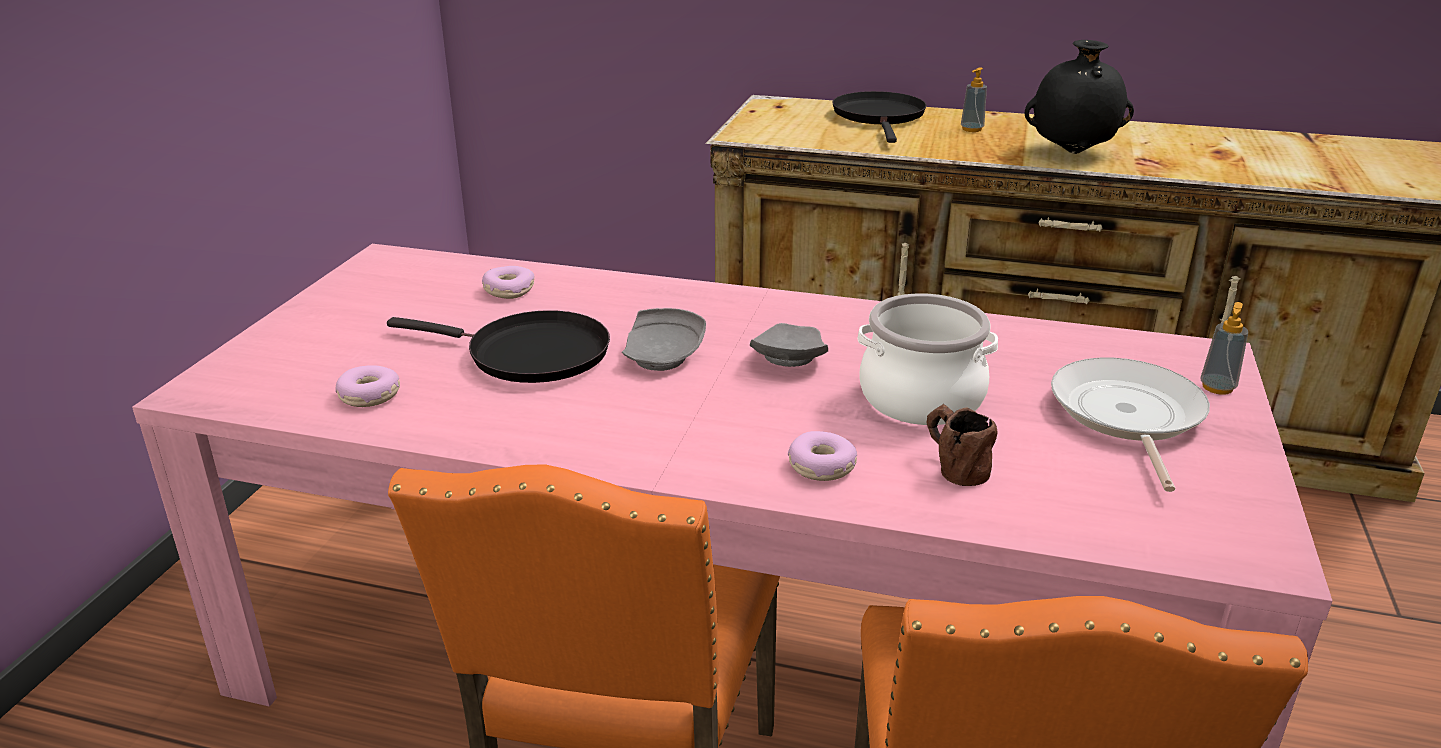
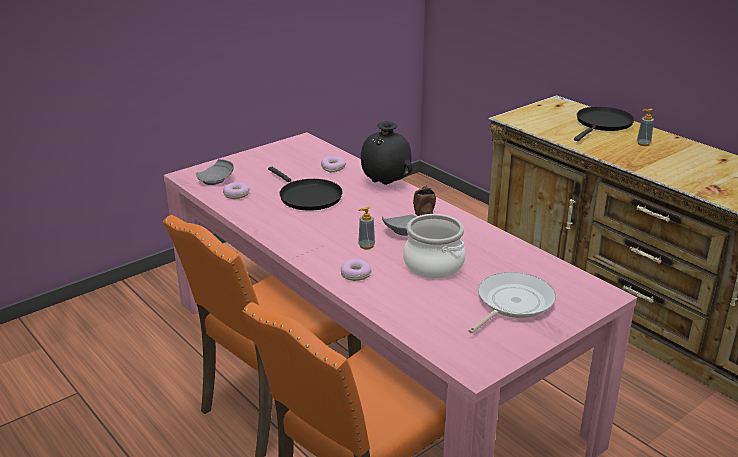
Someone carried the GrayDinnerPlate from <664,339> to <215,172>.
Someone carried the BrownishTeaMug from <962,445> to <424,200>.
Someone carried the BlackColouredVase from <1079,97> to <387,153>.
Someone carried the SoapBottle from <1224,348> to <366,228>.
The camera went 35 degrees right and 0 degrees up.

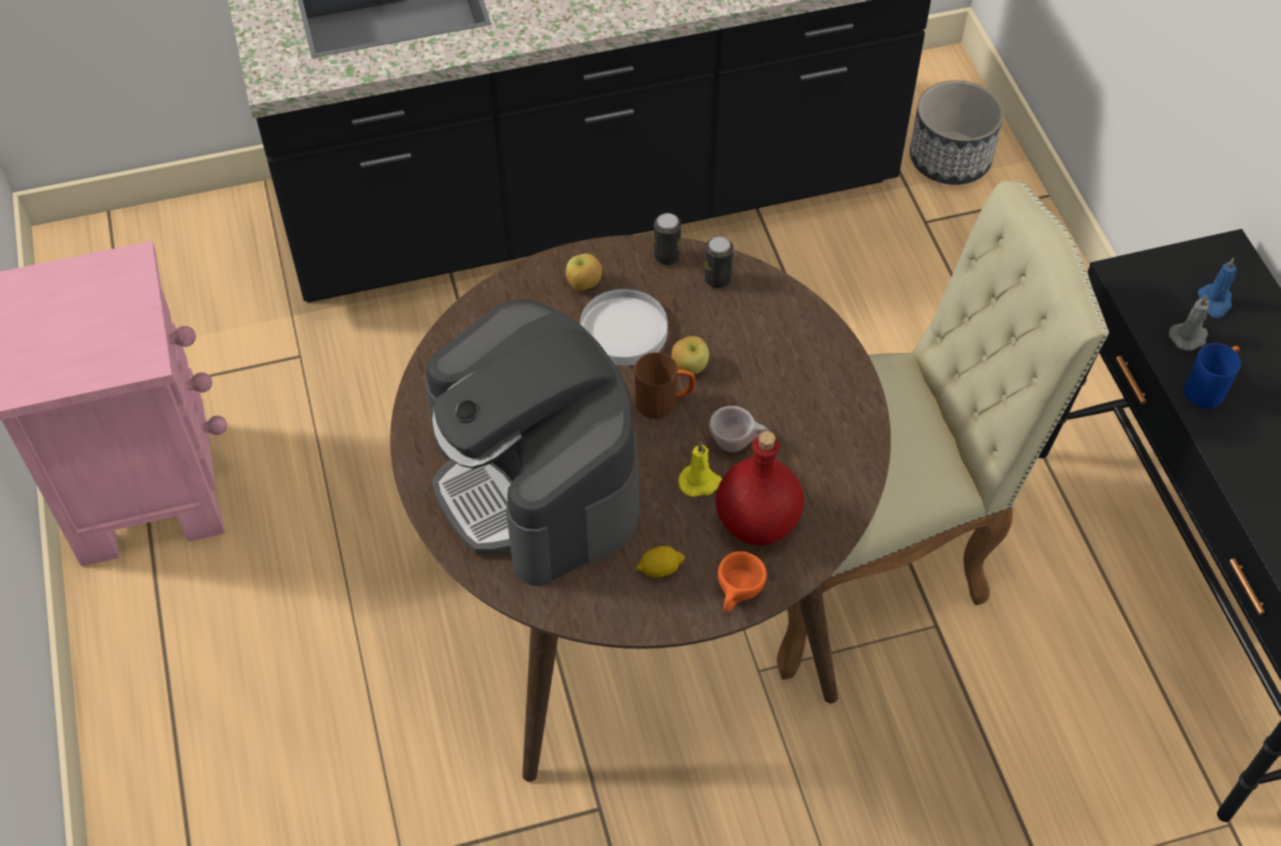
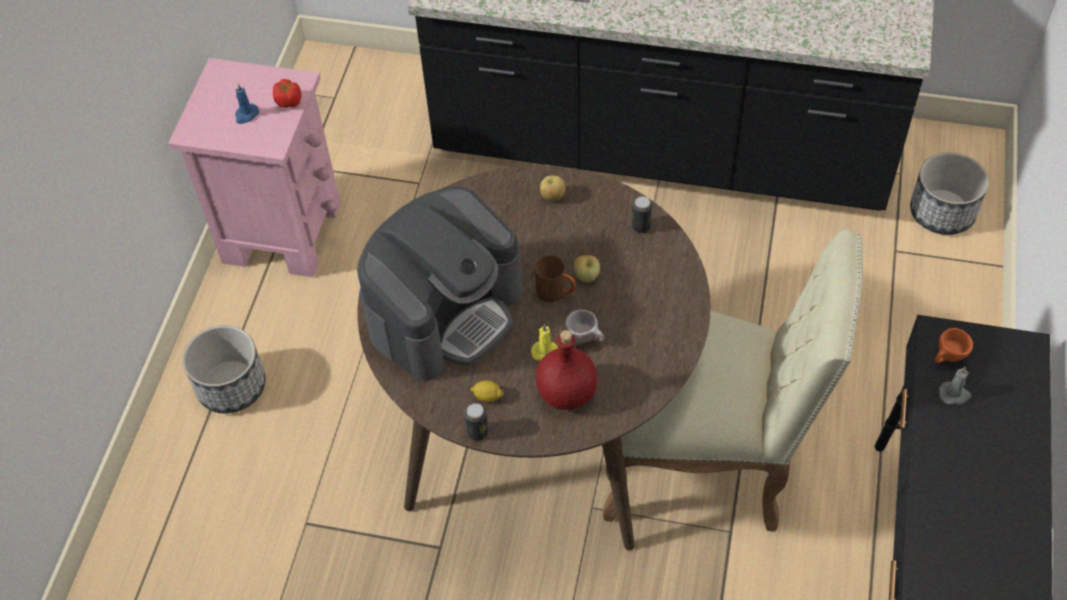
Someone rotated the CoffeeMachine at <532,442> by 135 degrees counterclockwise.
Someone took away the WhiteDinnerPlate at <624,327>.
Someone carried the MetalCan from <667,239> to <476,422>.
Someone carried the OrangeColouredDrinkingCup from <742,581> to <954,345>.
Someone took away the BlueColouredTeaMug at <1212,376>.
Someone carried the BlueColouredWaxLight from <1217,288> to <247,104>.
Someone put down the PlantPot at <224,369>.
Someone put down the Tomato at <287,93>.
The camera went 30 degrees right and 0 degrees up.

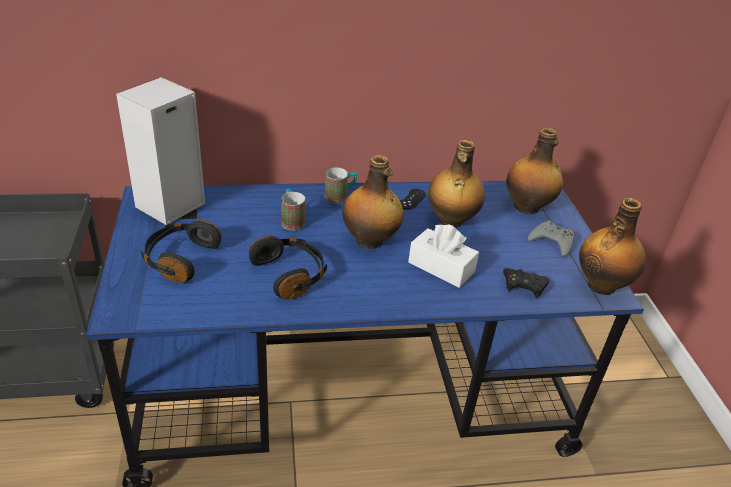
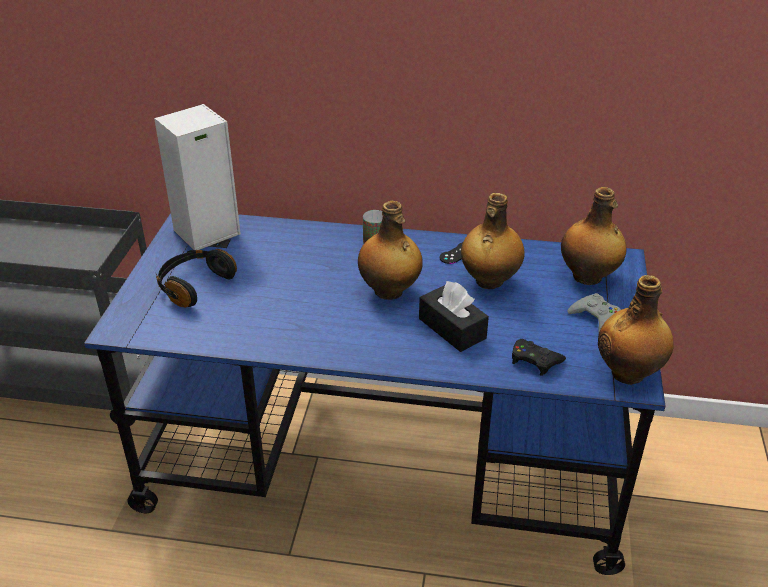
Someone took away the BlackColouredPairOfHeadphones at <288,268>.
Someone took away the TeaMug at <293,210>.
Someone repainted the WhiteTissueBox at <443,256>, which became the BlackColouredTissueBox at <454,316>.
The camera went 20 degrees right and 0 degrees up.

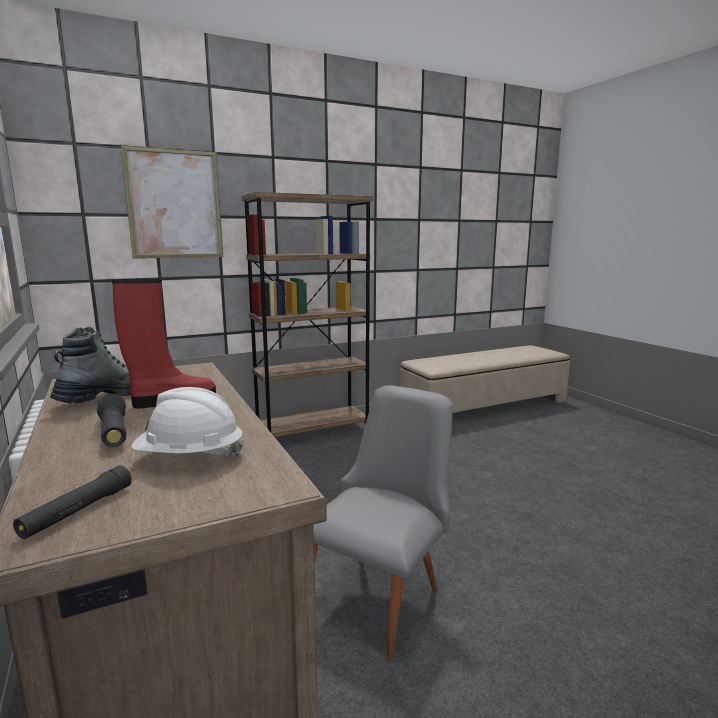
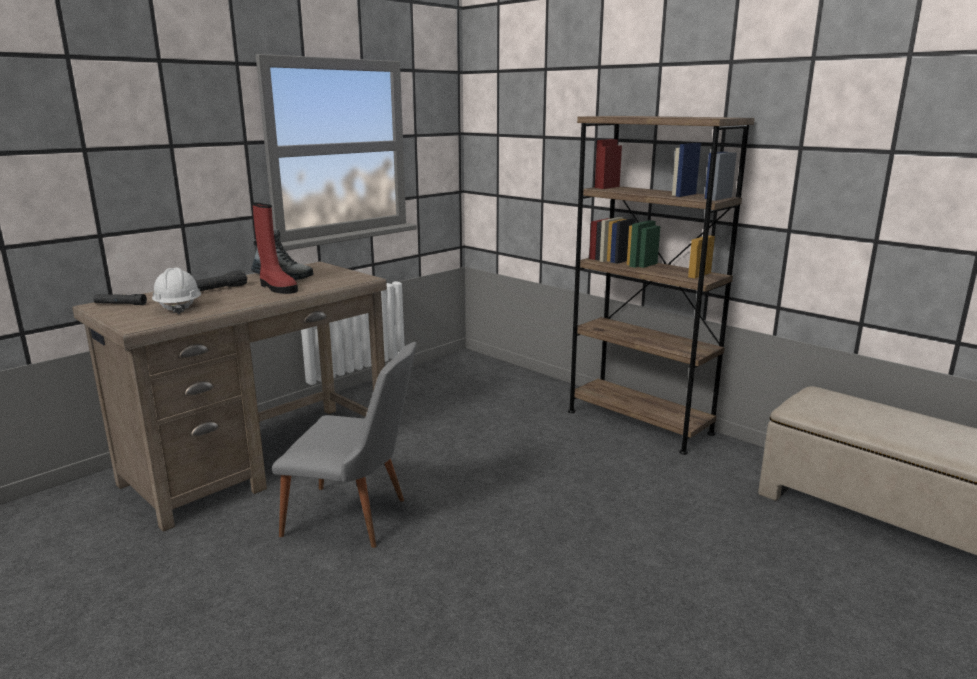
Someone took away the Picture at <172,202>.
The camera went 70 degrees right and 5 degrees up.

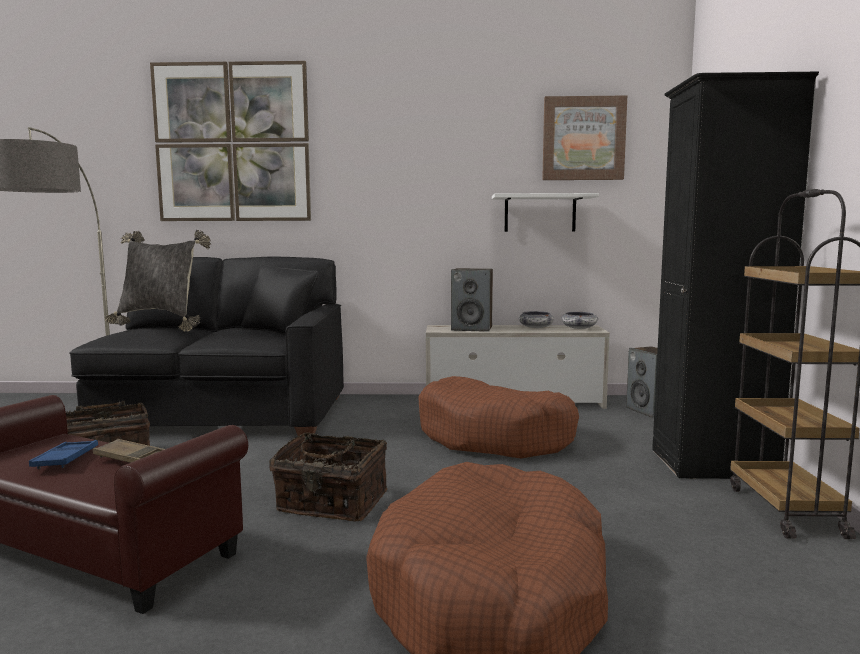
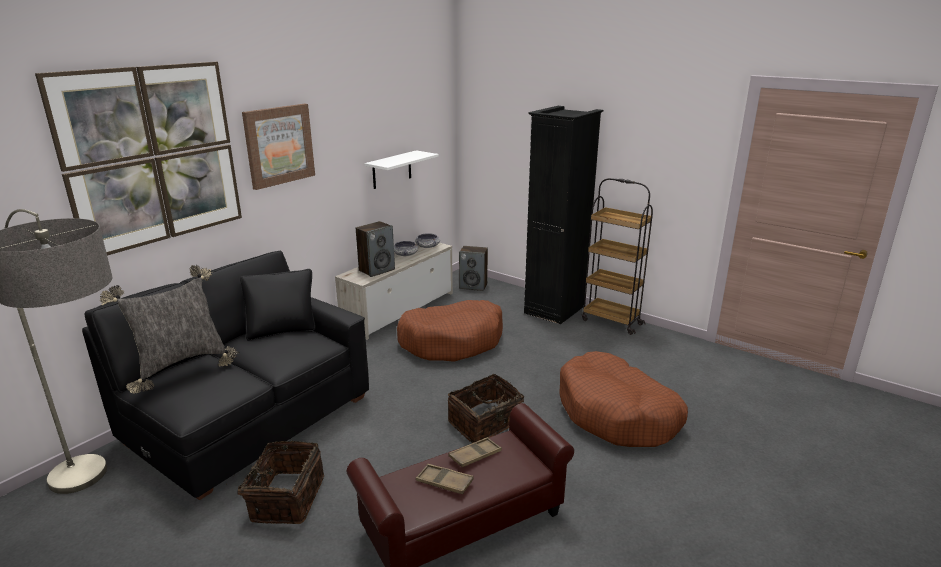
Someone repainted the BlueColouredServingTray at <63,454>, which became the BrownishServingTray at <445,479>.
Someone carried the Picture from <584,138> to <278,147>.
The camera went 55 degrees left and 15 degrees up.

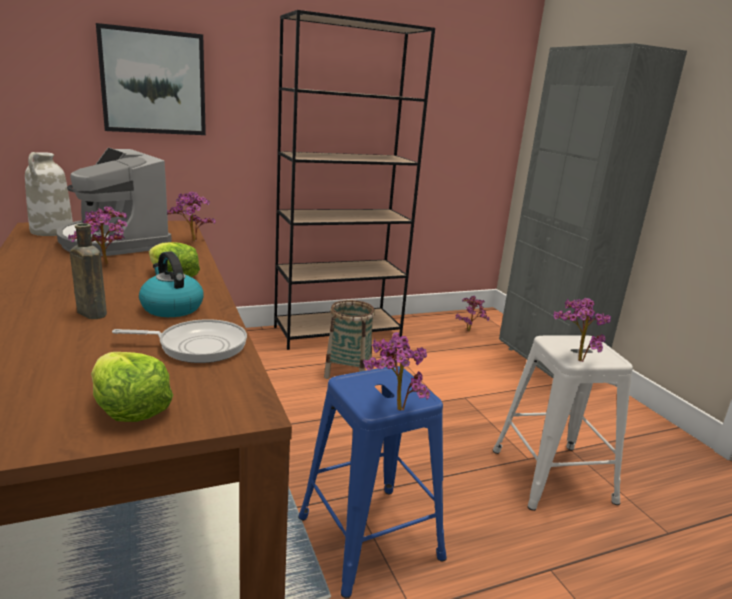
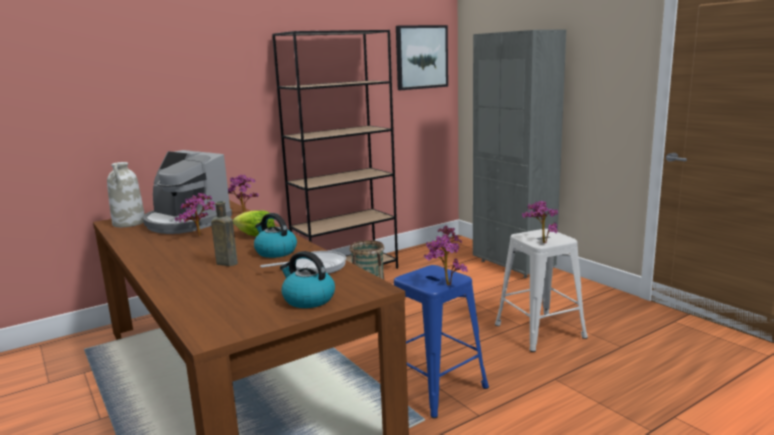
Someone swapped the LettuceHead at <132,387> for the WaterKettle at <307,279>.
Someone carried the Picture from <151,79> to <422,57>.
The camera went 10 degrees left and 5 degrees down.

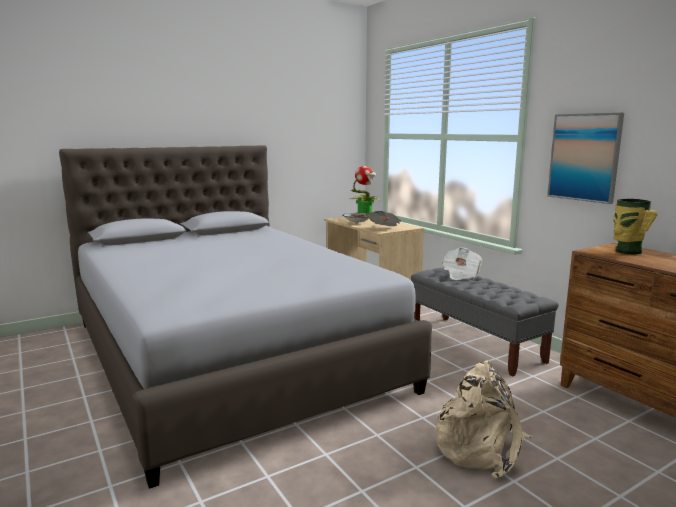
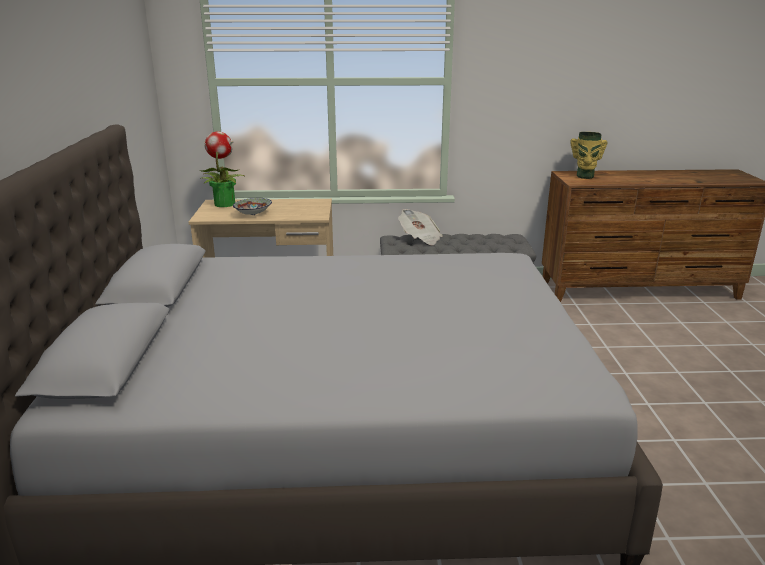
Someone took away the DailyPaper at <383,218>.
Someone took away the BeigeColouredBackpack at <484,420>.
Someone took away the Picture at <585,158>.
The camera went 60 degrees left and 10 degrees up.

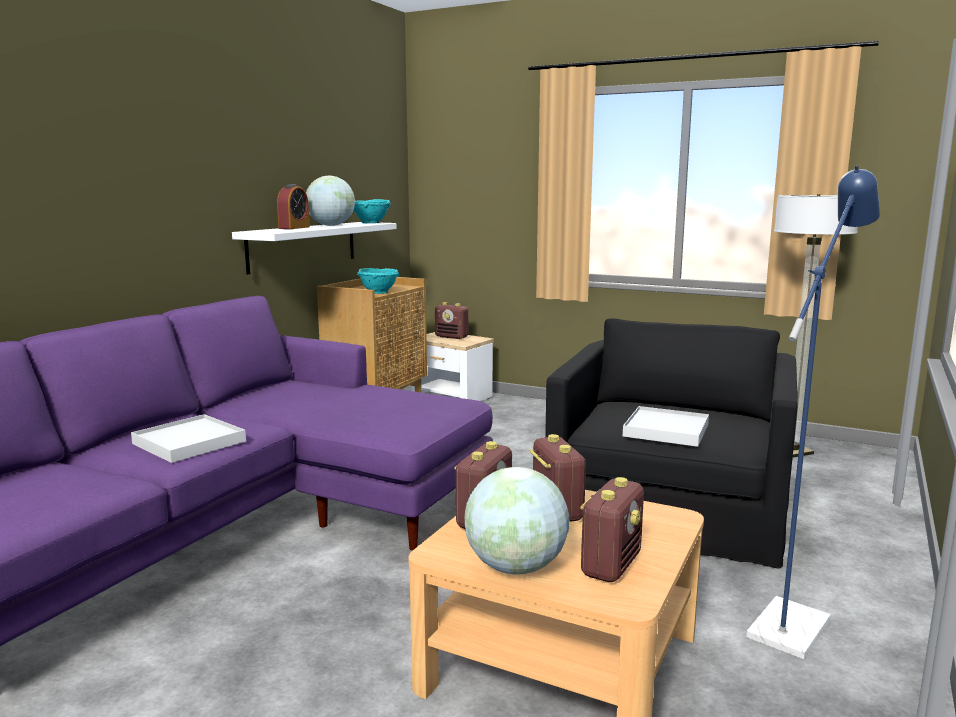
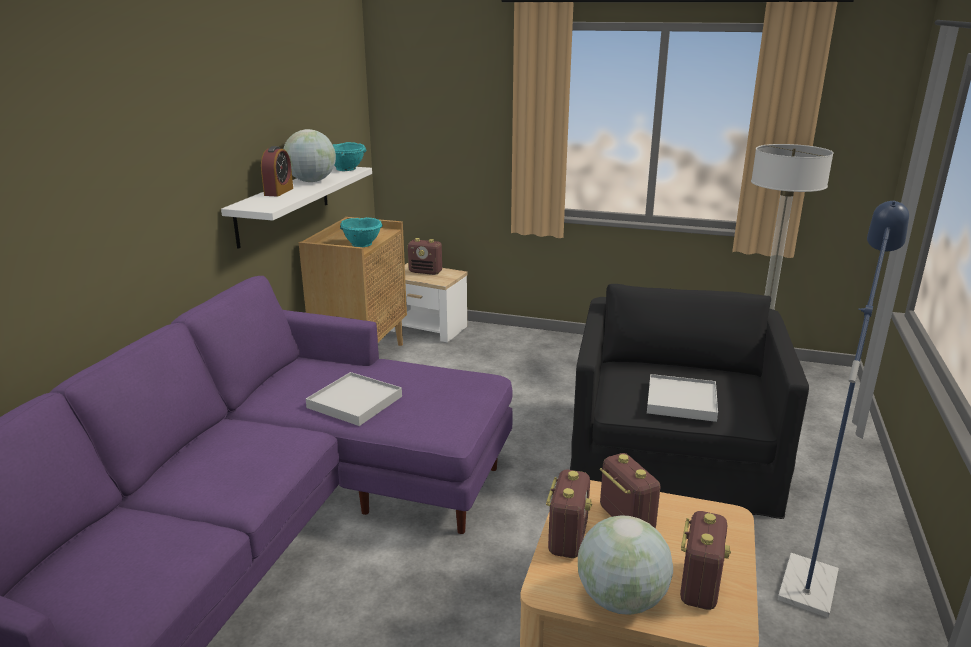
Someone carried the WhiteServingTray from <188,438> to <354,399>.
The camera went 10 degrees left and 10 degrees up.

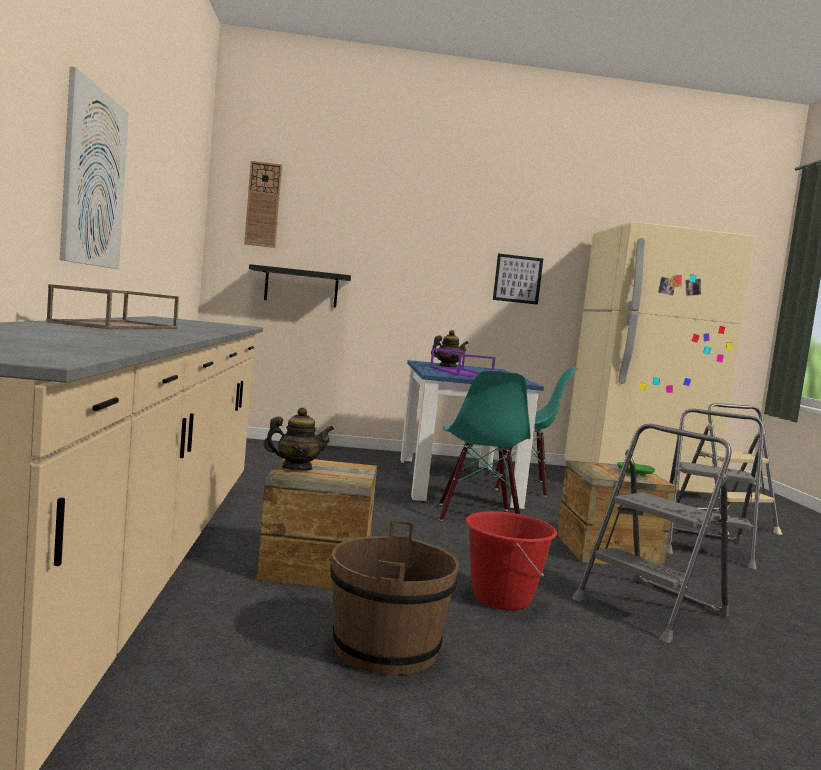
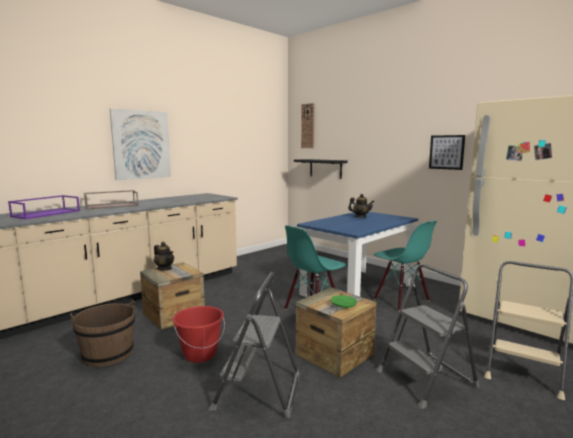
Someone carried the PurpleColouredServingTray from <462,362> to <44,207>.
The camera went 50 degrees right and 5 degrees up.

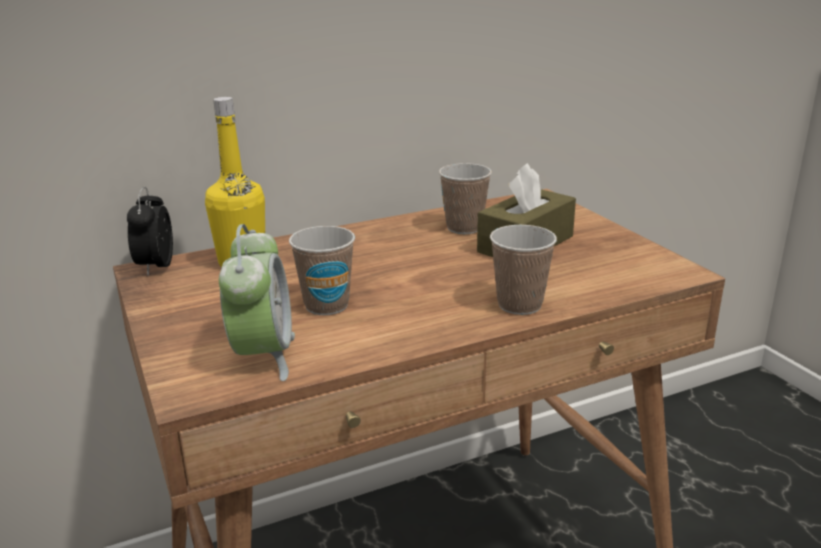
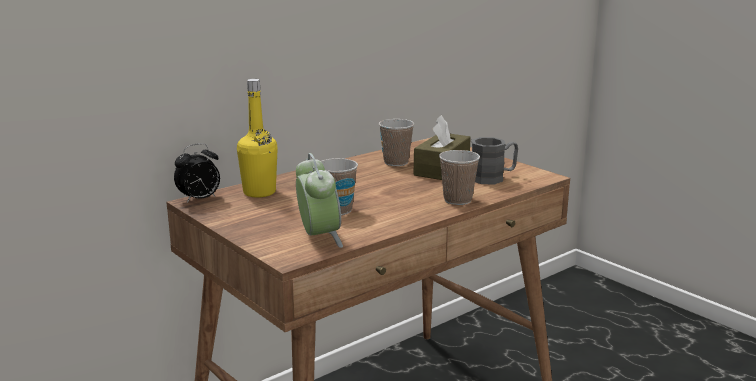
Someone rotated the BedsideClock at <150,231> by 105 degrees counterclockwise.
Someone put down the GrayTeaMug at <495,160>.
The camera went 15 degrees left and 5 degrees down.

